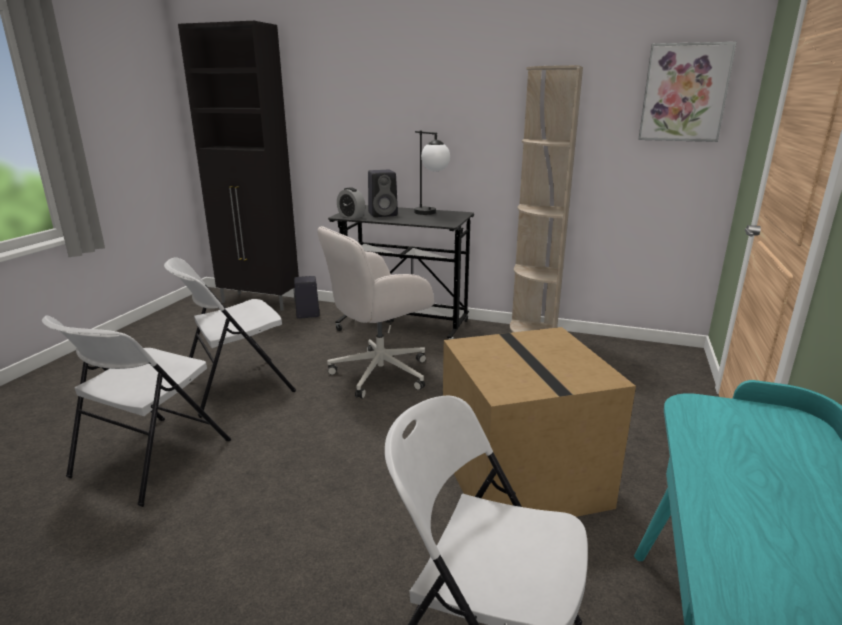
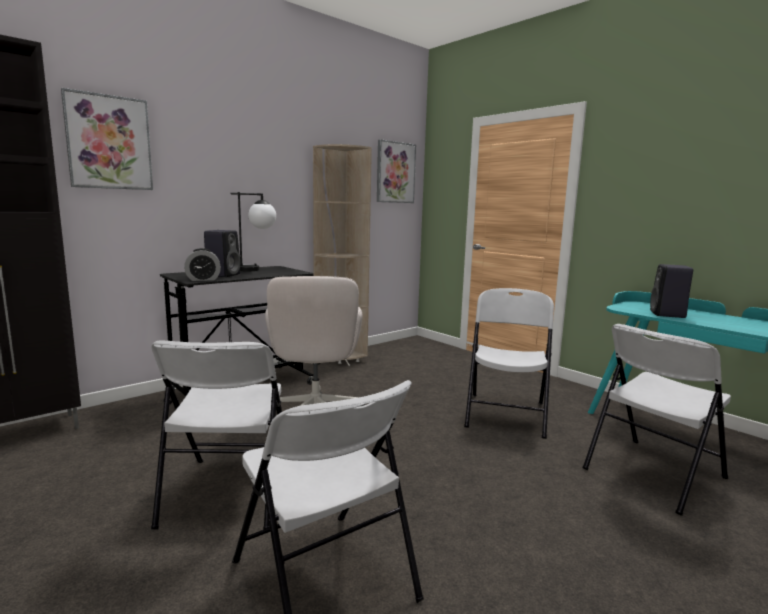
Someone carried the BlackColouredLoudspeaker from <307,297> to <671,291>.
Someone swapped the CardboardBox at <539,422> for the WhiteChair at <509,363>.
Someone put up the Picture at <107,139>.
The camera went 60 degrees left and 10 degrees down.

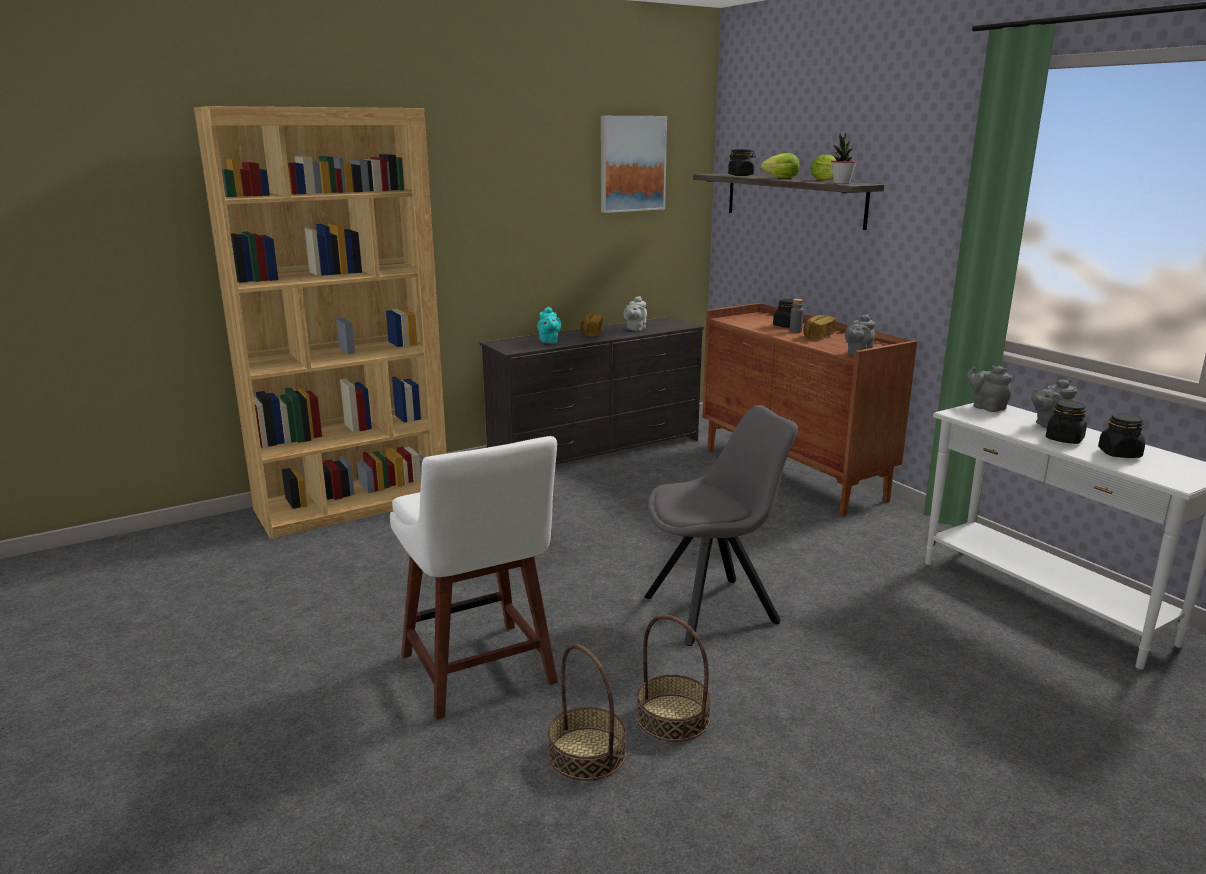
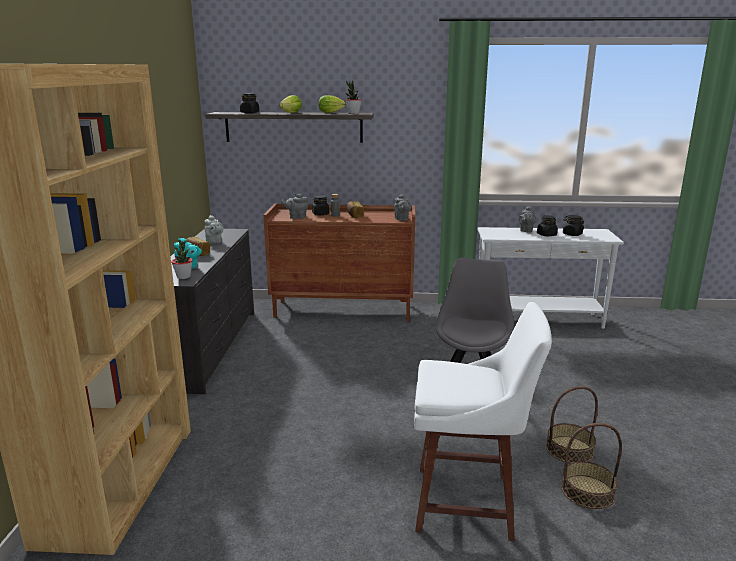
Someone took away the Picture at <634,164>.
Someone carried the GrayTeapot from <989,389> to <294,206>.
Someone put down the PottedPlant at <182,259>.
The camera went 55 degrees left and 0 degrees up.

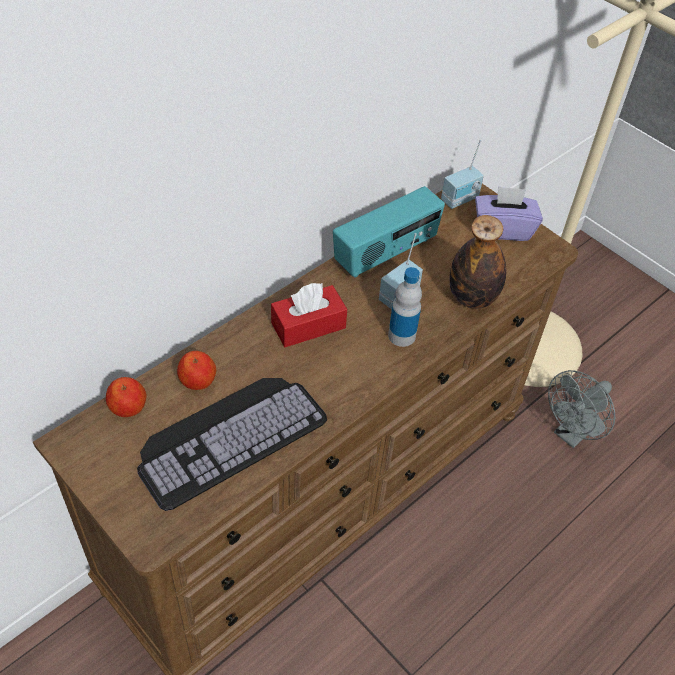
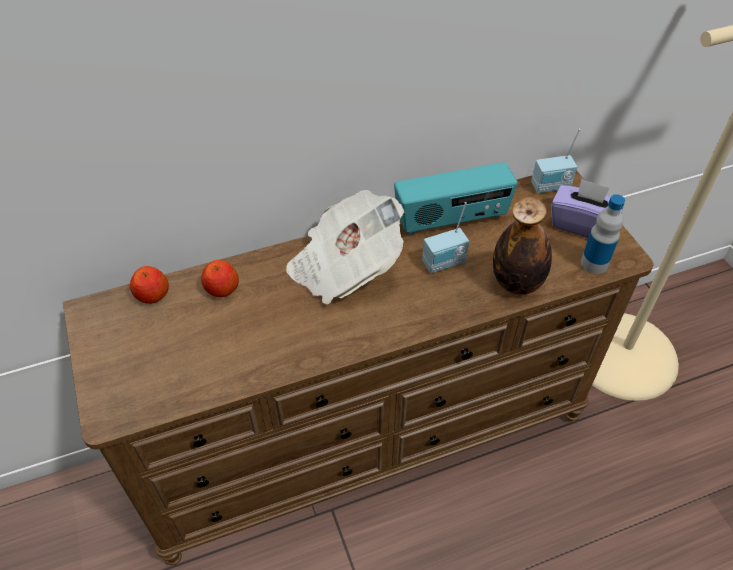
Someone took away the PcKeyboard at <232,444>.
Someone swapped the RedTissueBox at <309,315> for the DailyPaper at <345,247>.
Someone carried the Bottle from <405,307> to <603,234>.
Someone took away the GrayCoolingFan at <581,409>.
The camera went 25 degrees right and 0 degrees up.

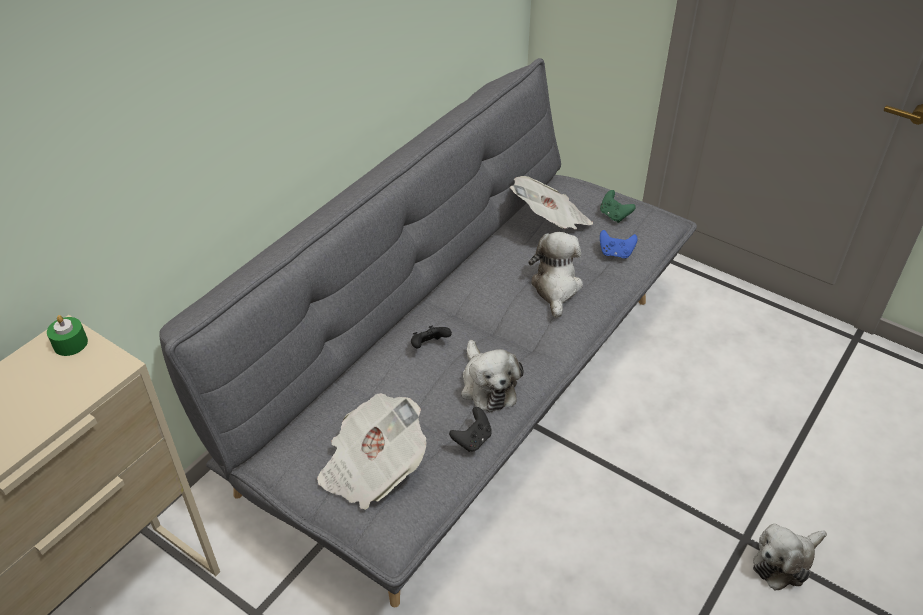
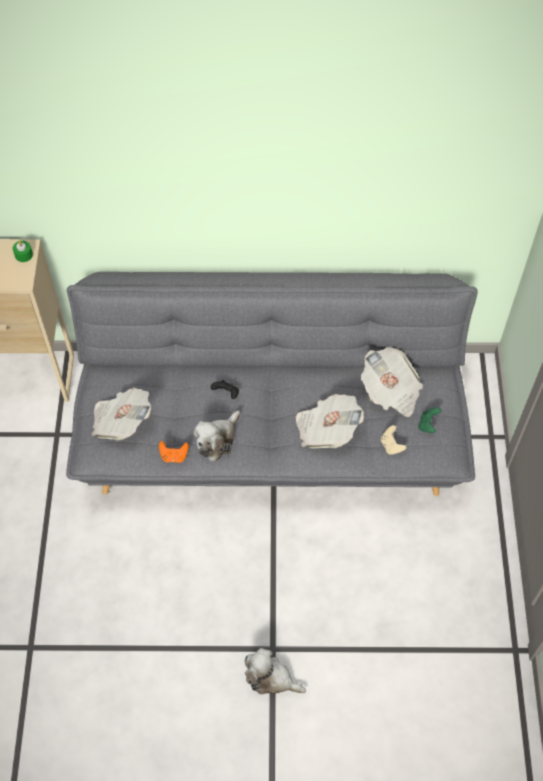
Someone repainted the BlackColouredJoypad at <470,429>, which became the OrangeColouredJoypad at <174,452>.
Someone swapped the CuddlyToy at <555,275> for the DailyPaper at <330,421>.
Someone repainted the BlueColouredJoypad at <619,244>, which became the BeigeColouredJoypad at <394,440>.
The camera went 55 degrees right and 15 degrees up.

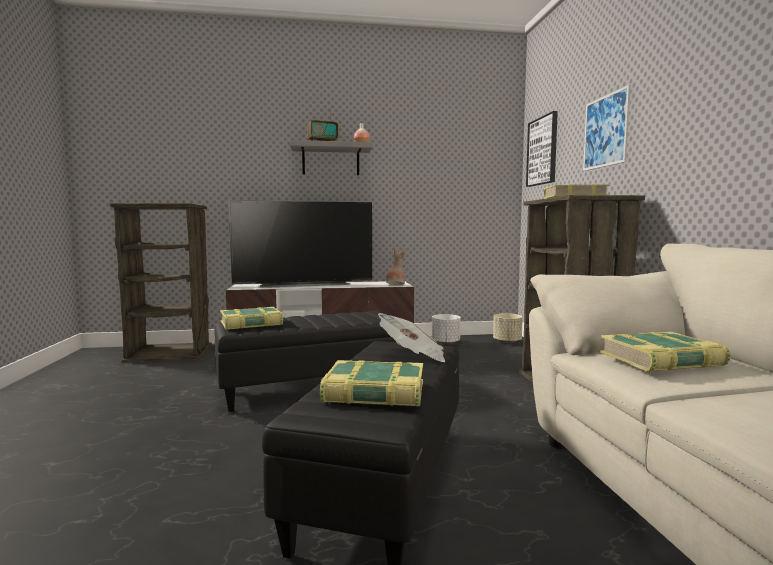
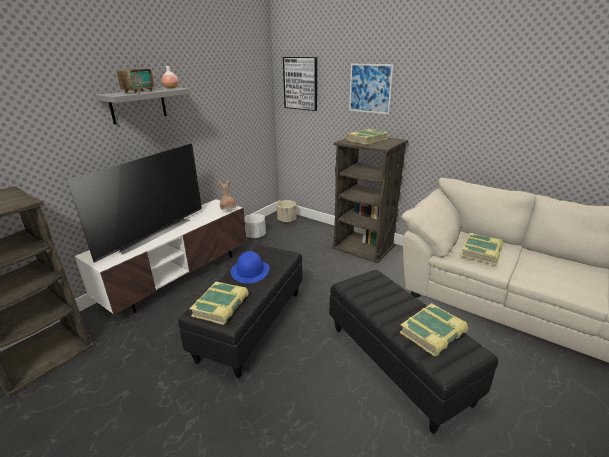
Someone took away the DailyPaper at <411,337>.
Someone put down the BlueColouredHat at <250,267>.
The camera went 45 degrees left and 20 degrees up.

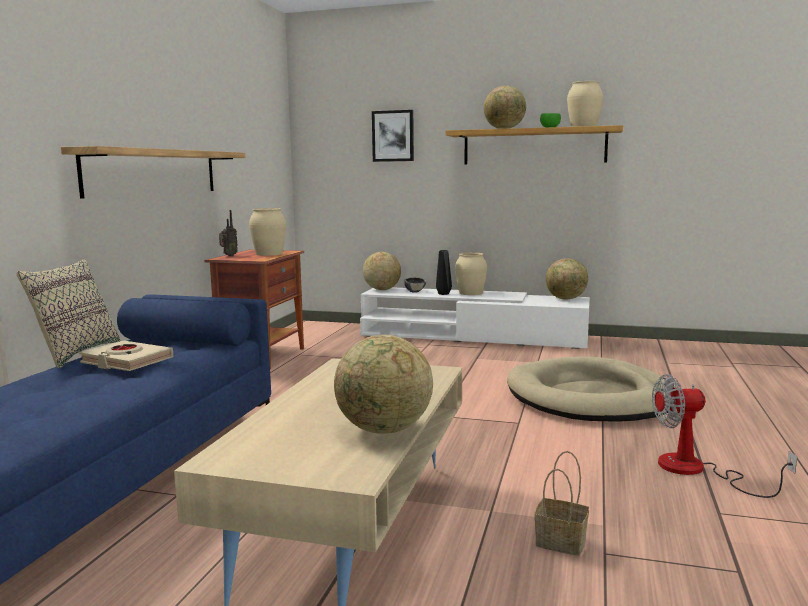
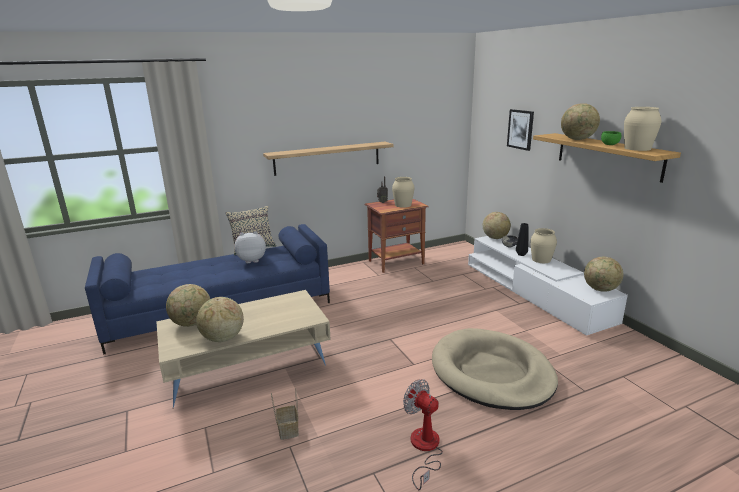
Someone swapped the BeigeColouredBoundBook at <126,356> for the CuddlyToy at <250,247>.
Someone put down the DeskGlobe at <188,305>.
The camera went 50 degrees right and 10 degrees up.

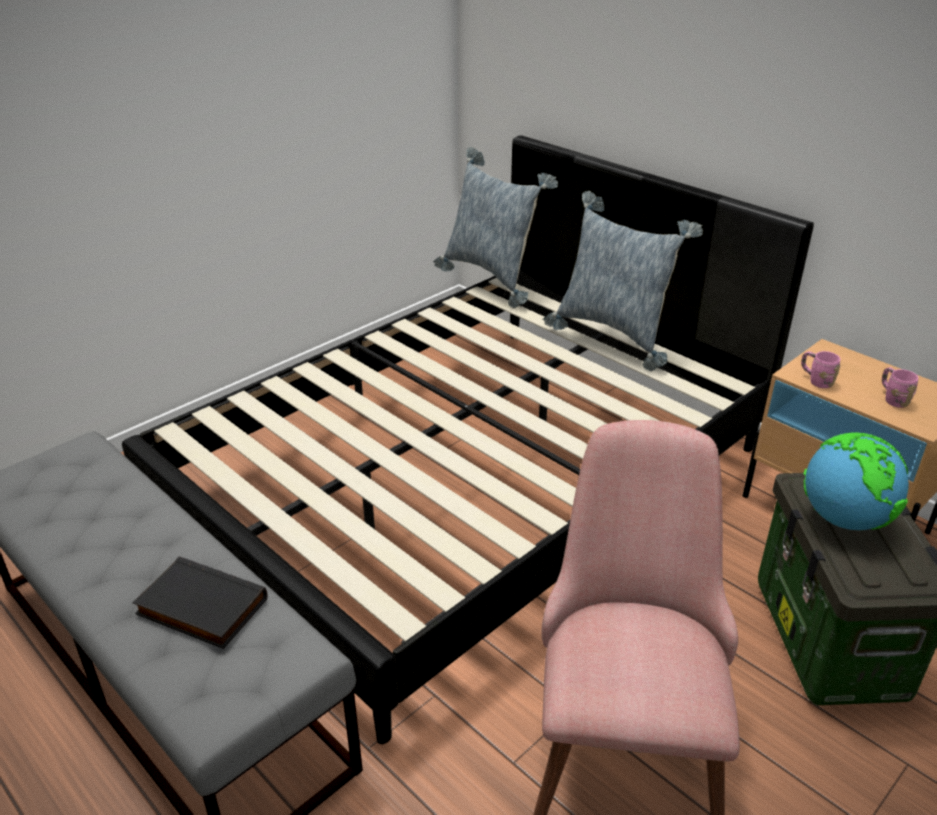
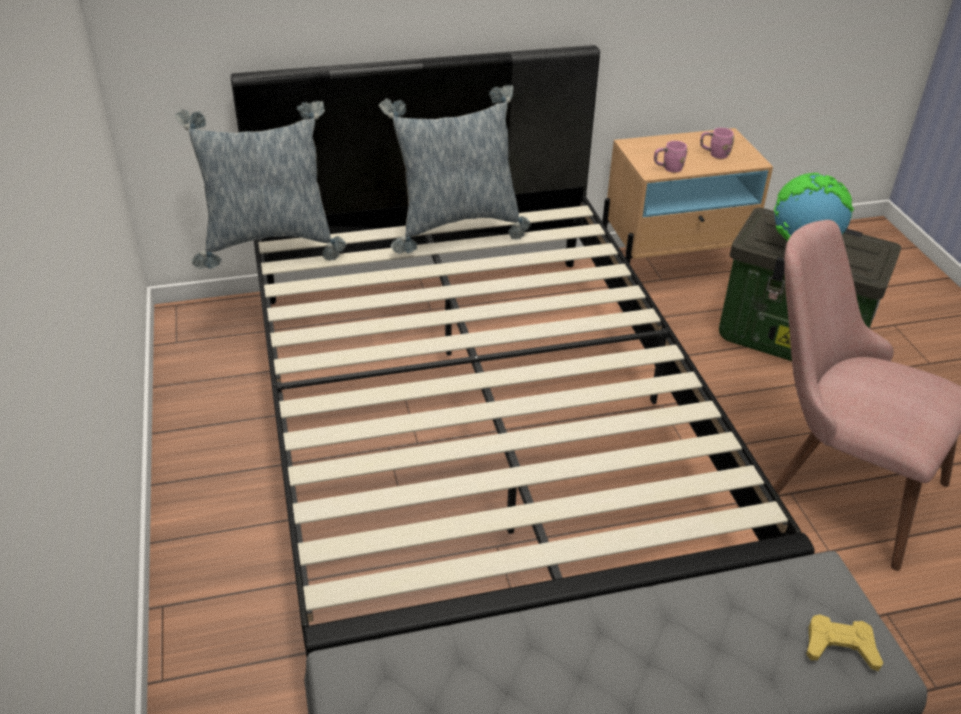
Someone took away the BlackColouredBoundBook at <199,602>.
Someone put down the YellowishJoypad at <844,642>.
The camera went 60 degrees left and 5 degrees up.

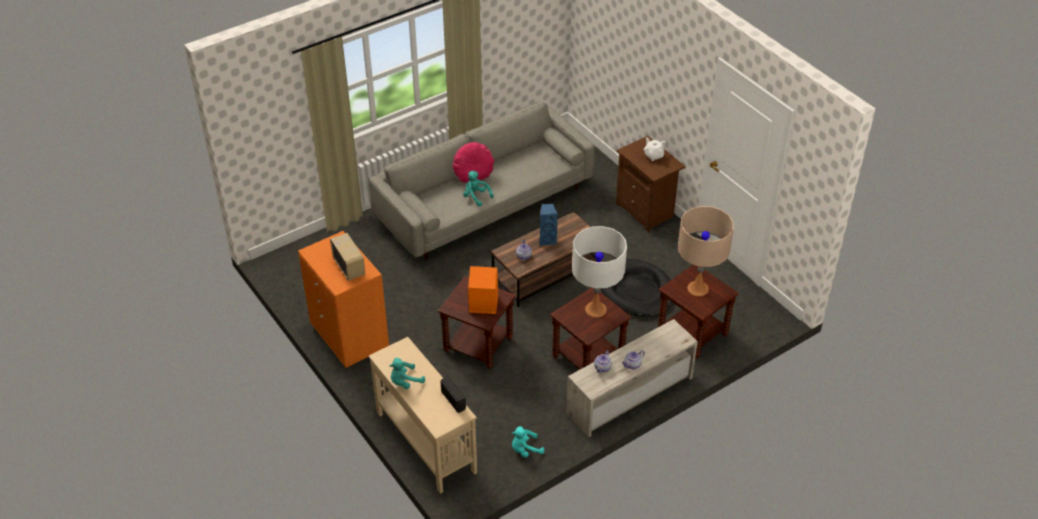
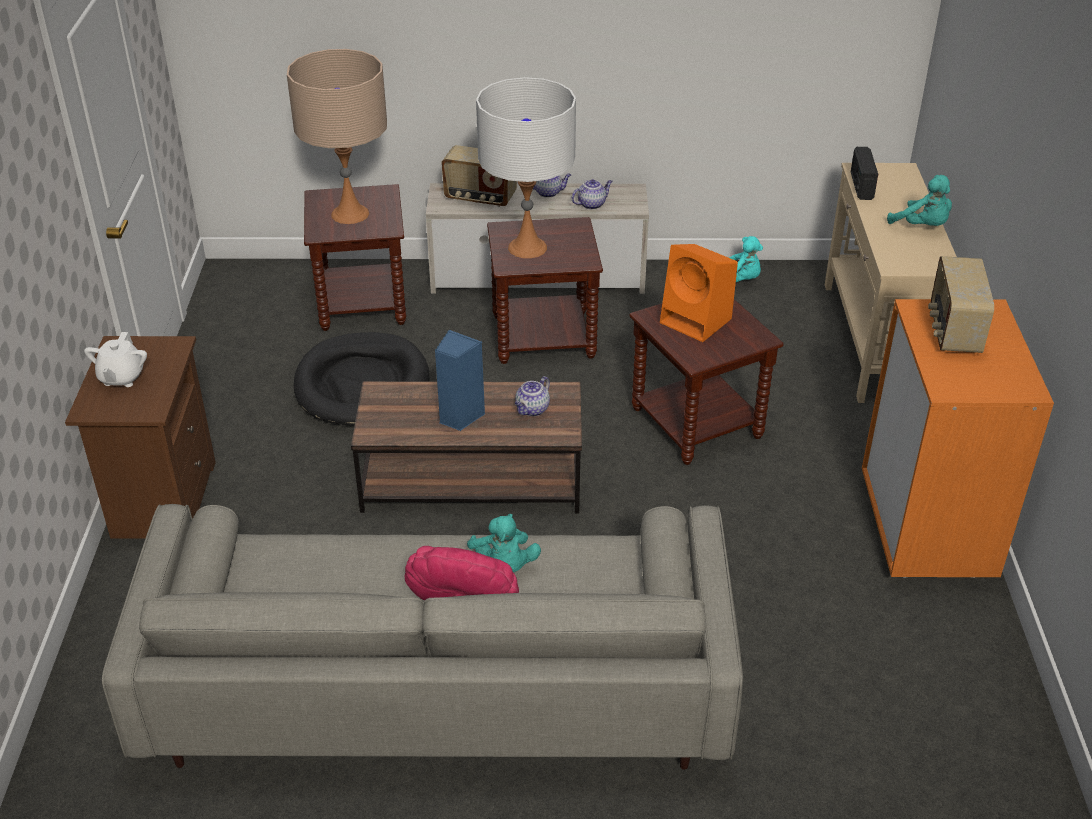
Someone rotated the TurquoiseCuddlyToy at <407,373> by 45 degrees clockwise.
Someone put down the RadioSet at <479,176>.
The camera went 145 degrees left and 5 degrees down.

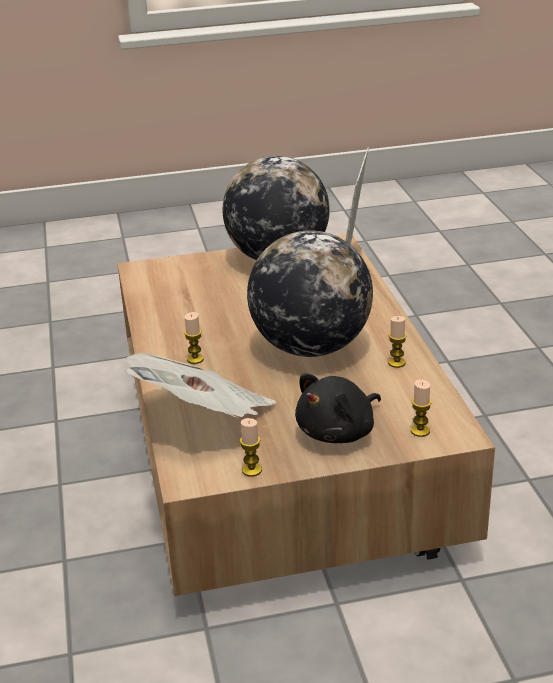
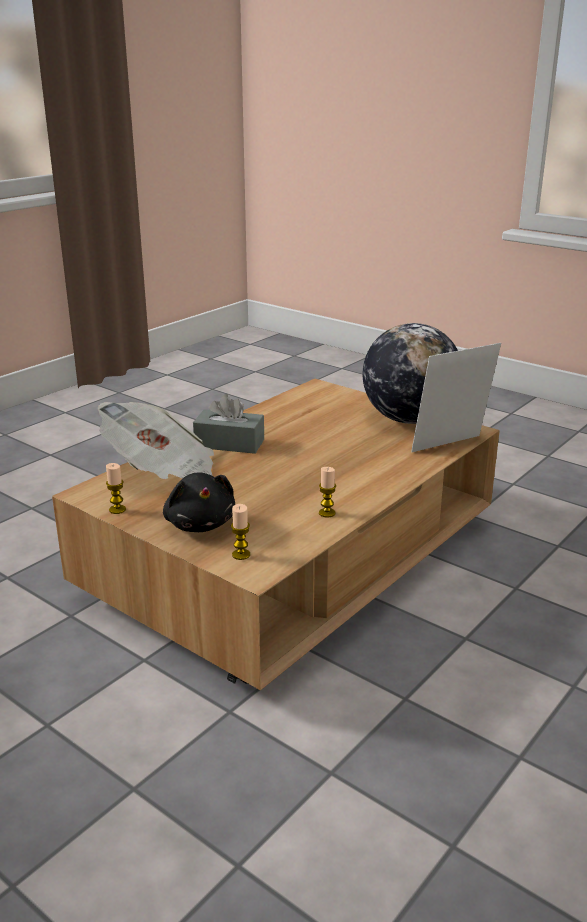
Someone swapped the WaxLight at <194,338> for the GrayTissueBox at <228,424>.
Someone took away the DeskGlobe at <310,293>.
Someone rotated the BlackColouredCuddlyToy at <338,408> by 120 degrees counterclockwise.
The camera went 50 degrees right and 5 degrees down.

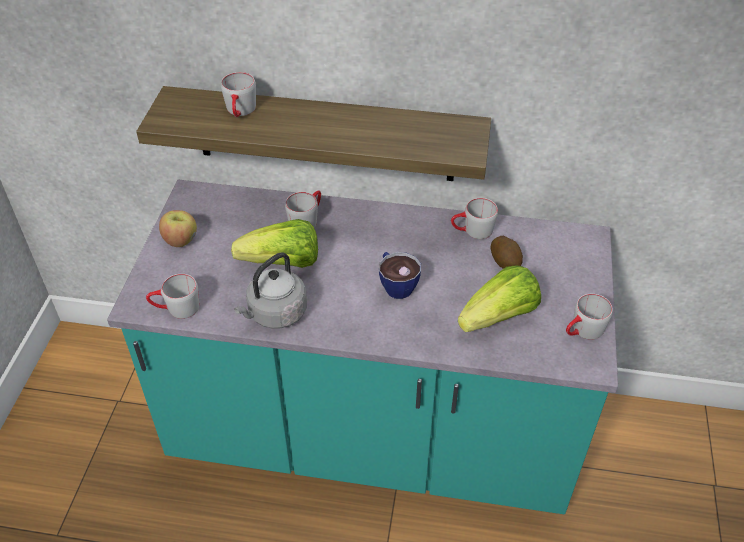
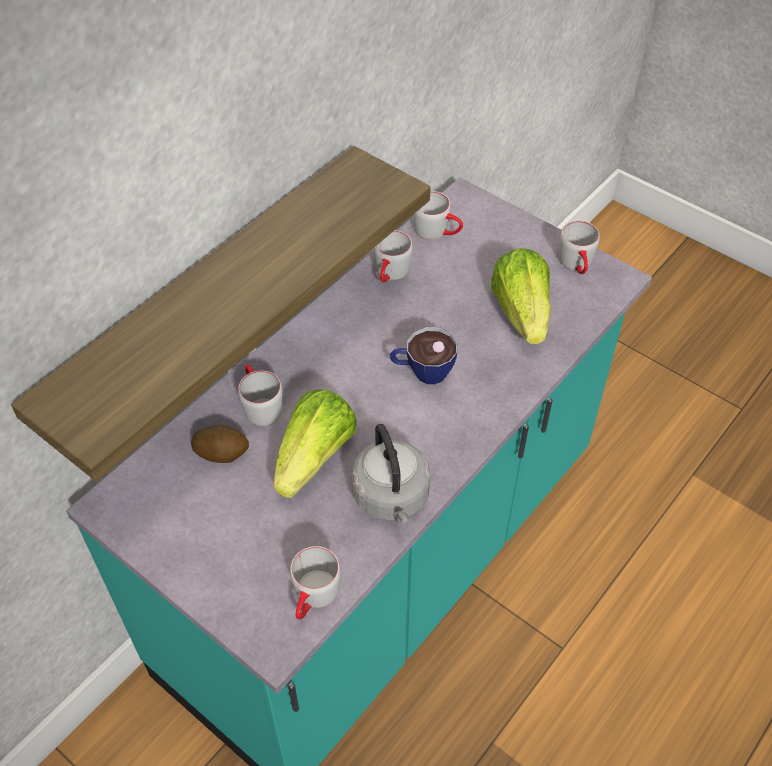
Someone took away the WholeApple at <178,228>.
Someone carried the GrayTeaMug from <238,94> to <438,215>.
Someone carried the Potato from <506,252> to <220,443>.
The camera went 60 degrees left and 5 degrees up.

